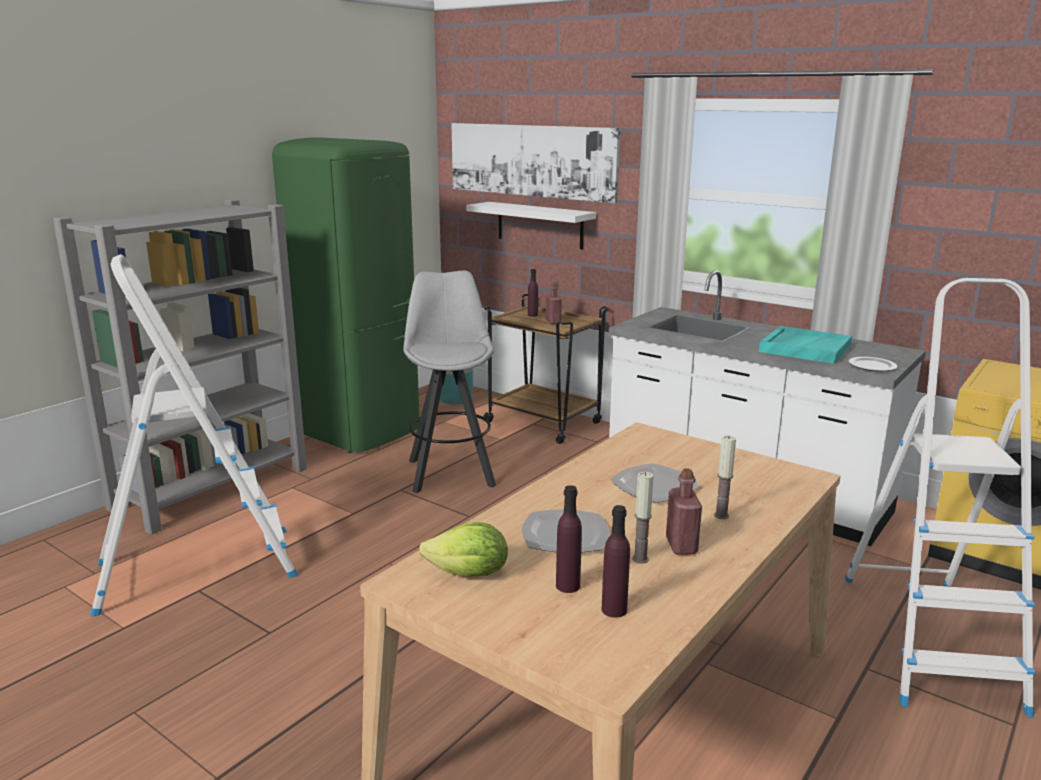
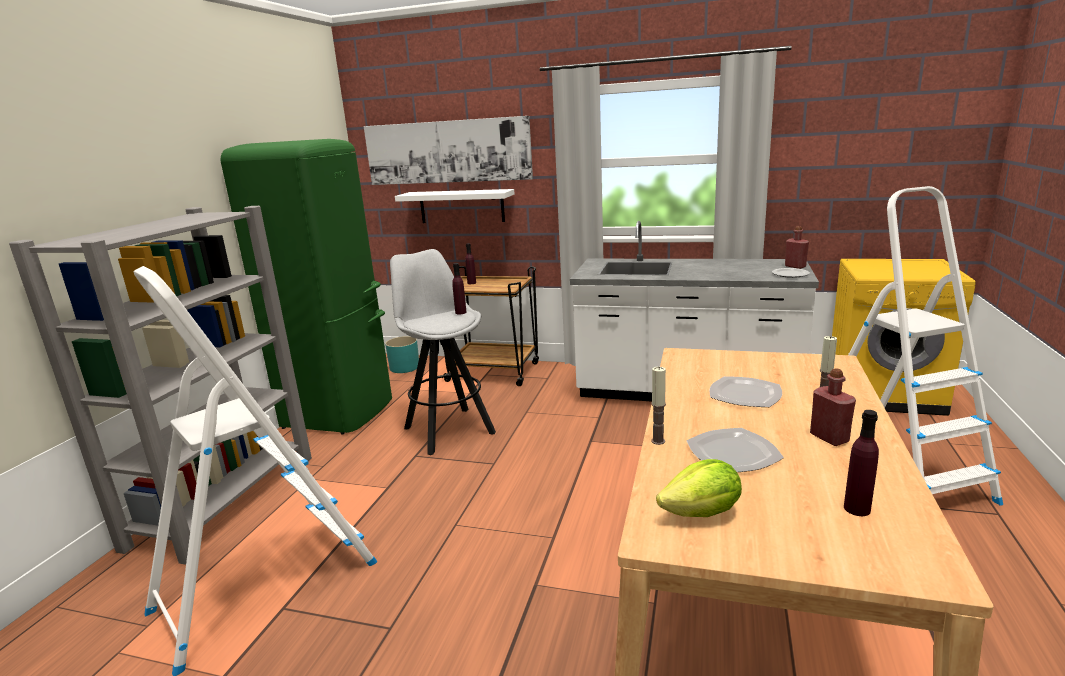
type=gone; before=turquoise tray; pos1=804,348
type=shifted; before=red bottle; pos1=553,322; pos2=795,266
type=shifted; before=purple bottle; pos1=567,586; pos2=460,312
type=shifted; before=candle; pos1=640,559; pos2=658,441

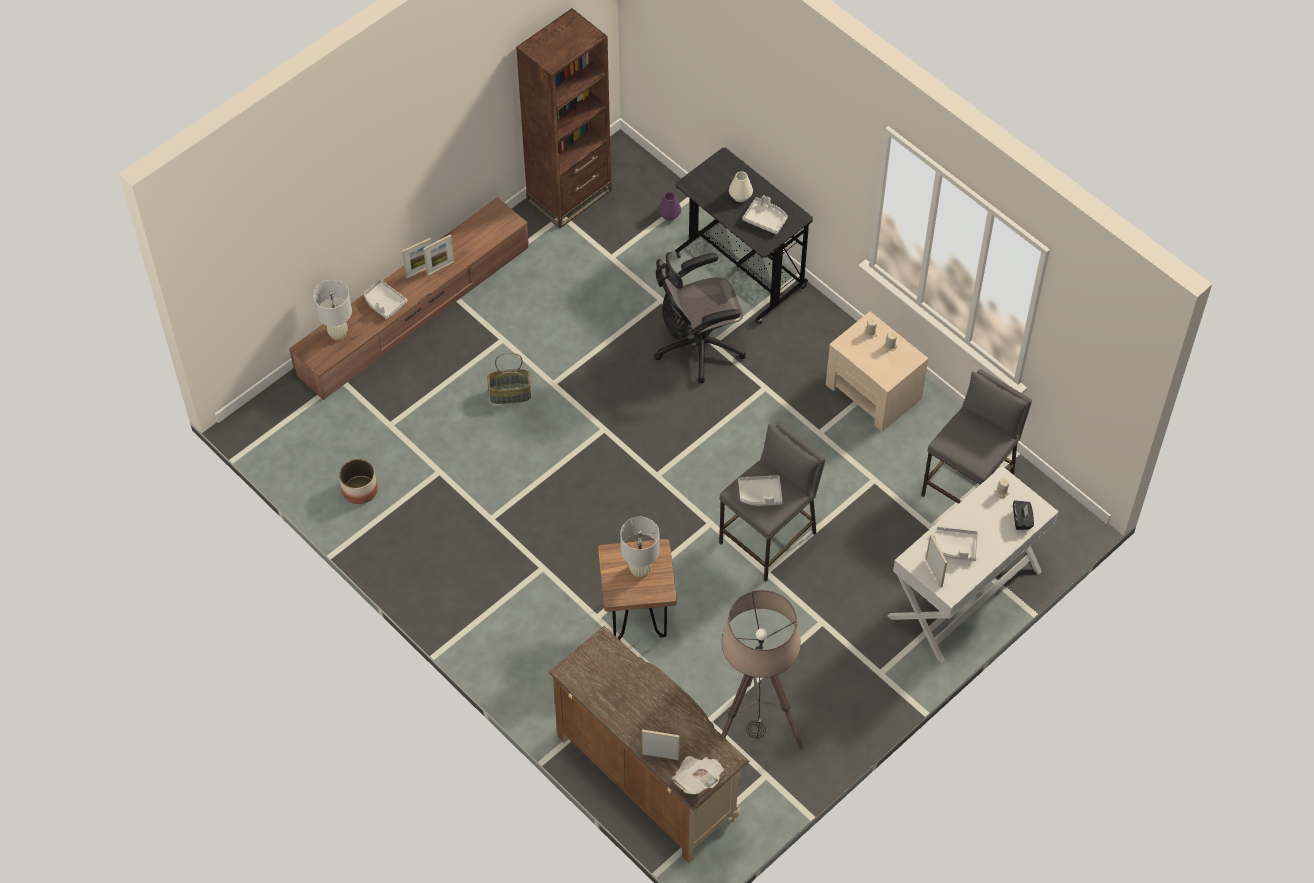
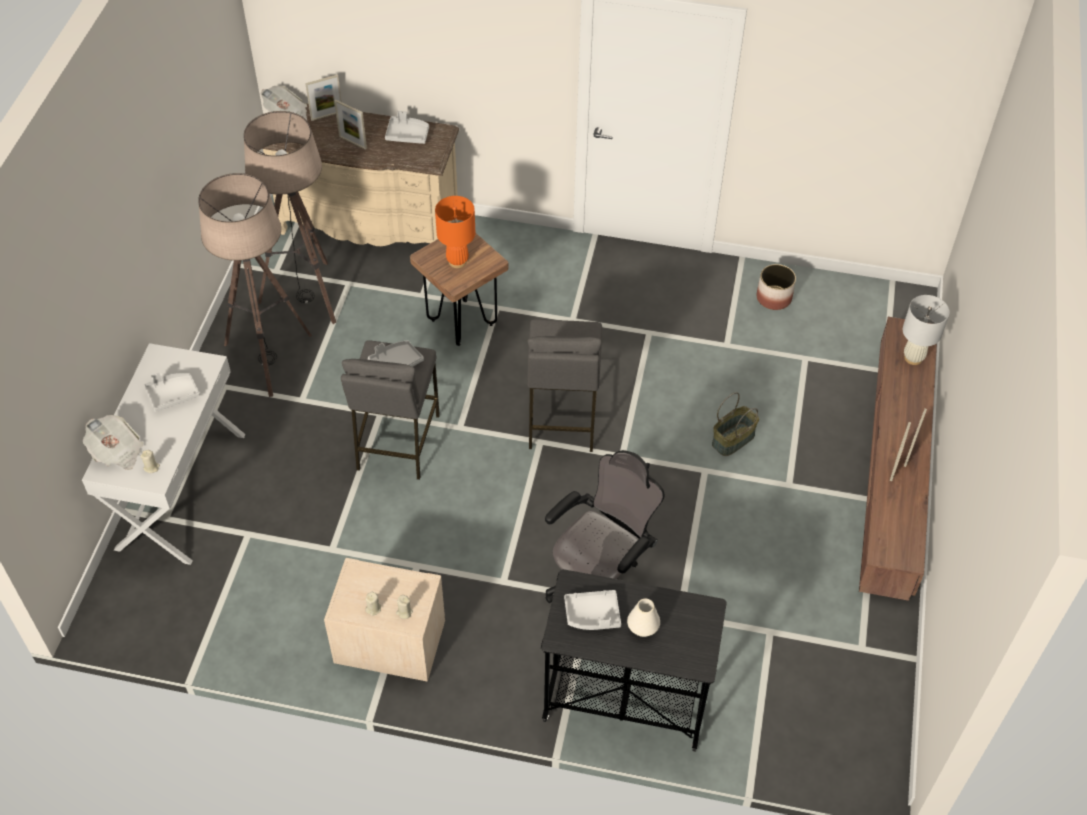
type=gone; before=brown bookcase; pos1=569,195
type=gone; before=purple vase; pos1=669,215
type=new; after=floor lamp; pos2=269,358
type=shifted; before=grey tray; pos1=384,303; pos2=407,135
type=shifted; before=grey stool; pos1=969,486; pos2=561,418
type=shifted; before=picture frame; pos1=934,573; pos2=353,142
type=swapped; before=black tissue box; after=newspaper; pos1=1022,520; pos2=117,452
type=repainted; before=white table lamp; after=orange table lamp; pos1=640,570; pos2=457,261

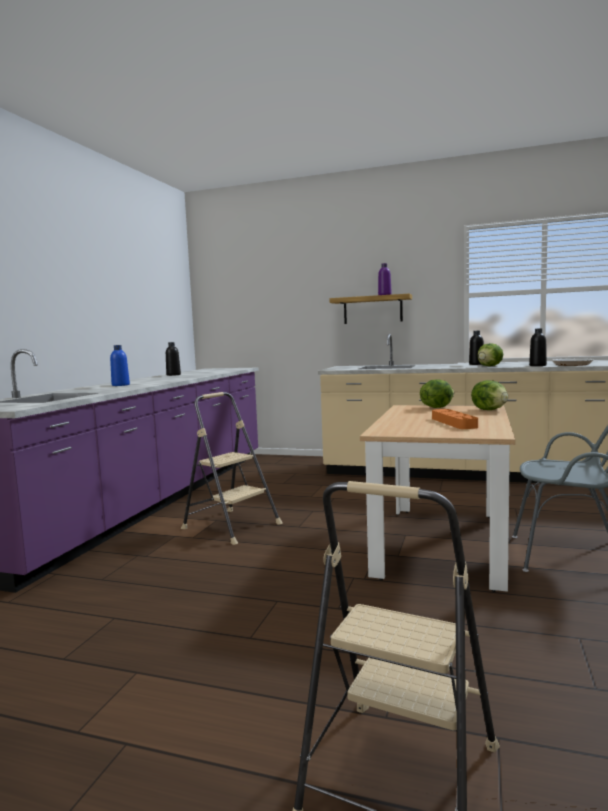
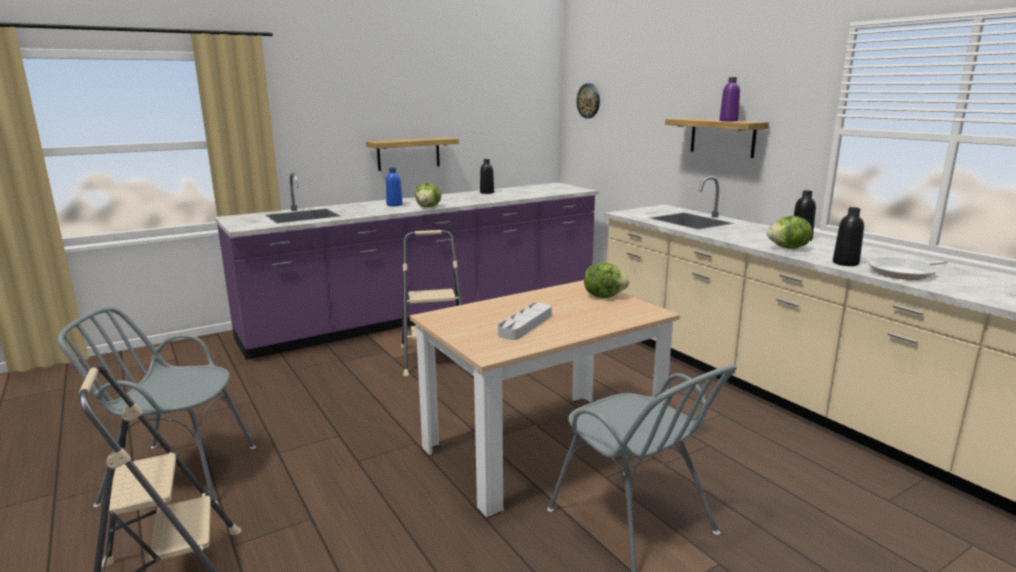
type=new; after=grey chair; pos2=174,473
type=new; after=shelf; pos2=408,153
type=new; after=wall clock; pos2=589,101
type=shifted; before=lettuce; pos1=490,410; pos2=428,207
type=repainted; before=orange tray; after=grey tray; pos1=453,423; pos2=525,325

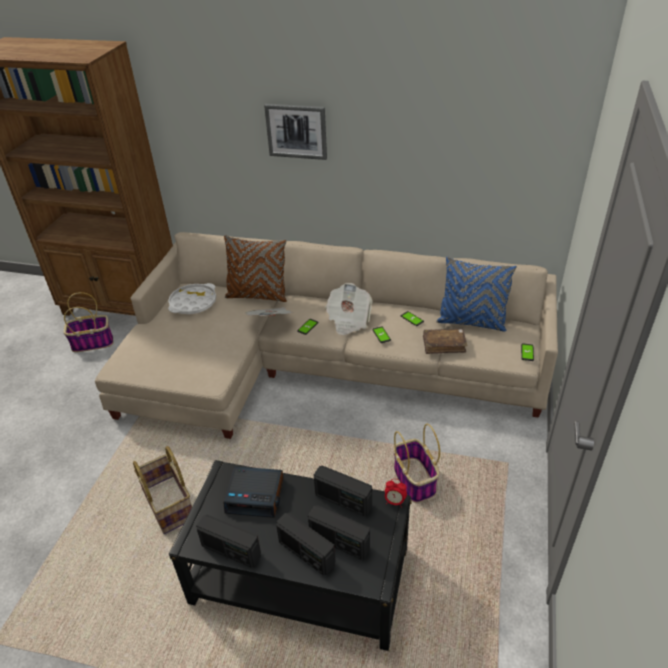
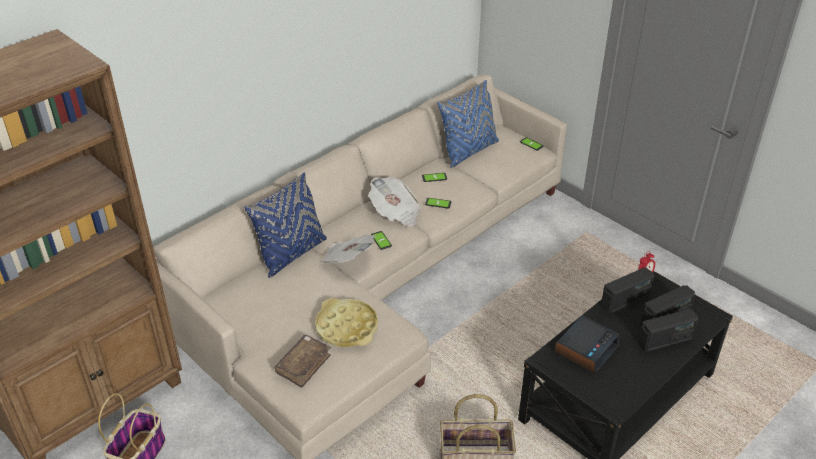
type=gone; before=white tray; pos1=193,303
type=gone; before=radio; pos1=231,550
type=gone; before=picture; pos1=296,131
type=gone; before=basket; pos1=415,480
type=new; after=yellow tray; pos2=347,327
type=shifted; before=brown book; pos1=444,345; pos2=303,365
type=repainted; before=brown pillow; after=blue pillow; pos1=257,295; pos2=291,254

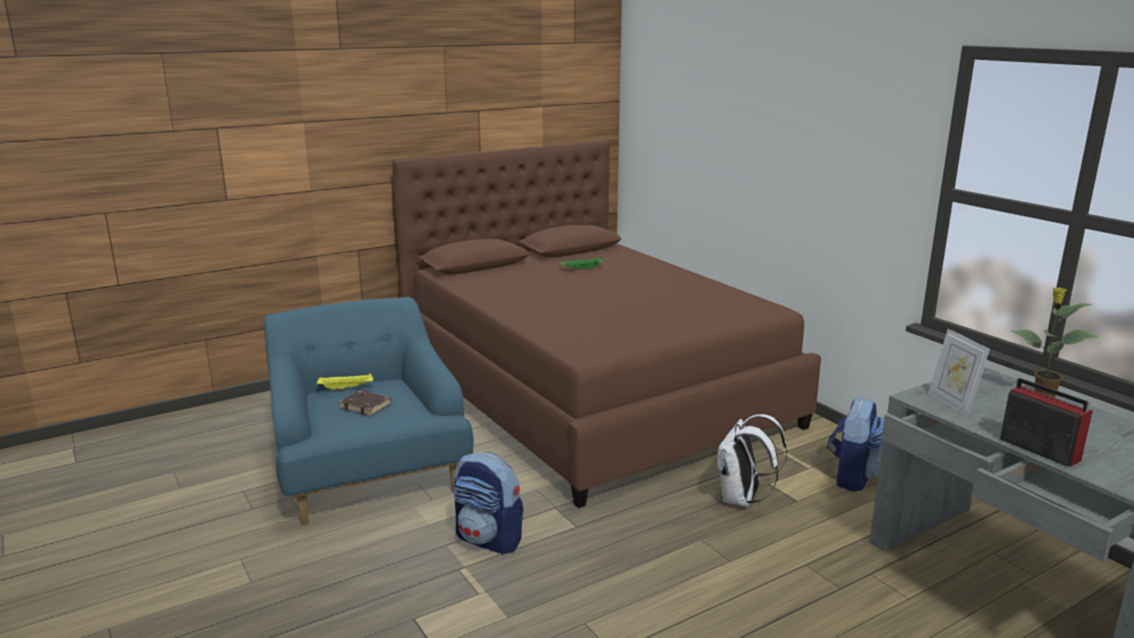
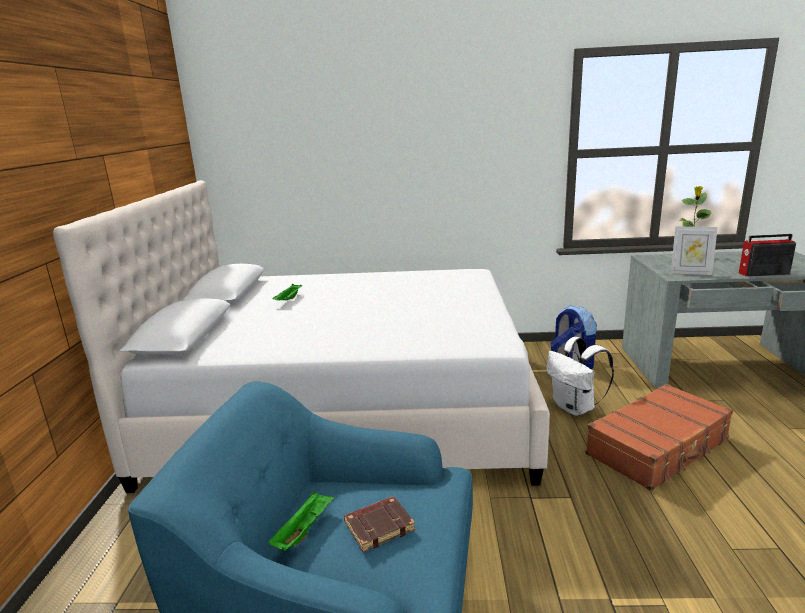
type=gone; before=backpack; pos1=489,539
type=new; after=brown suitcase; pos2=658,447
type=repainted; before=yellow tray; after=green tray; pos1=347,388; pos2=304,530
type=repainted; before=brown bed; after=white bed; pos1=592,393; pos2=348,408

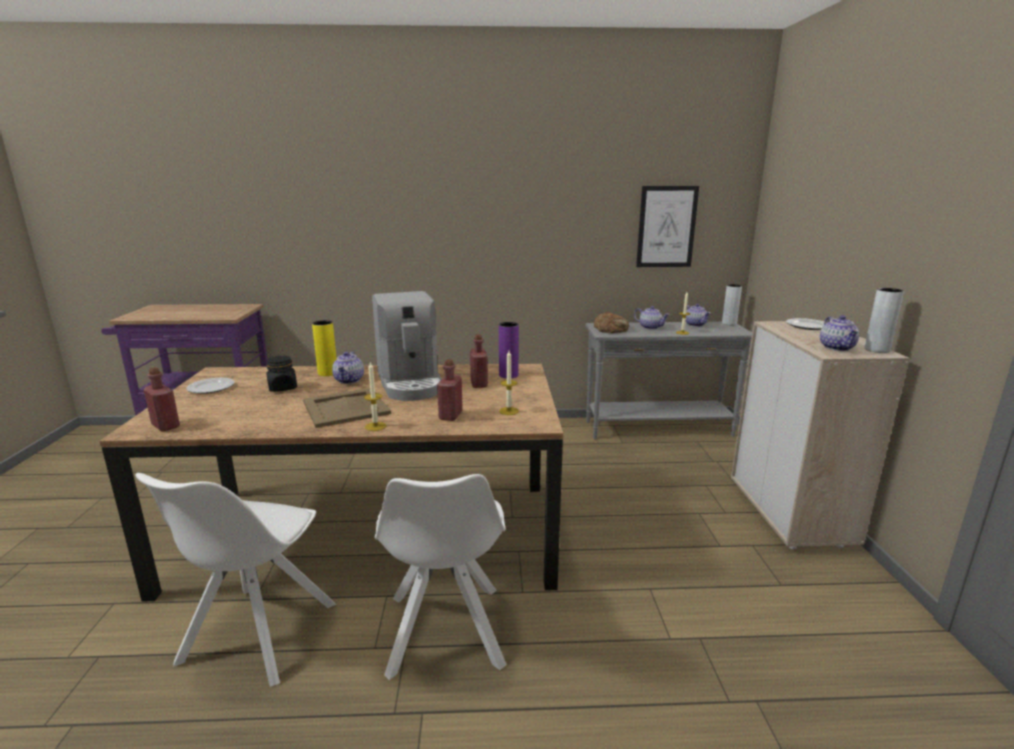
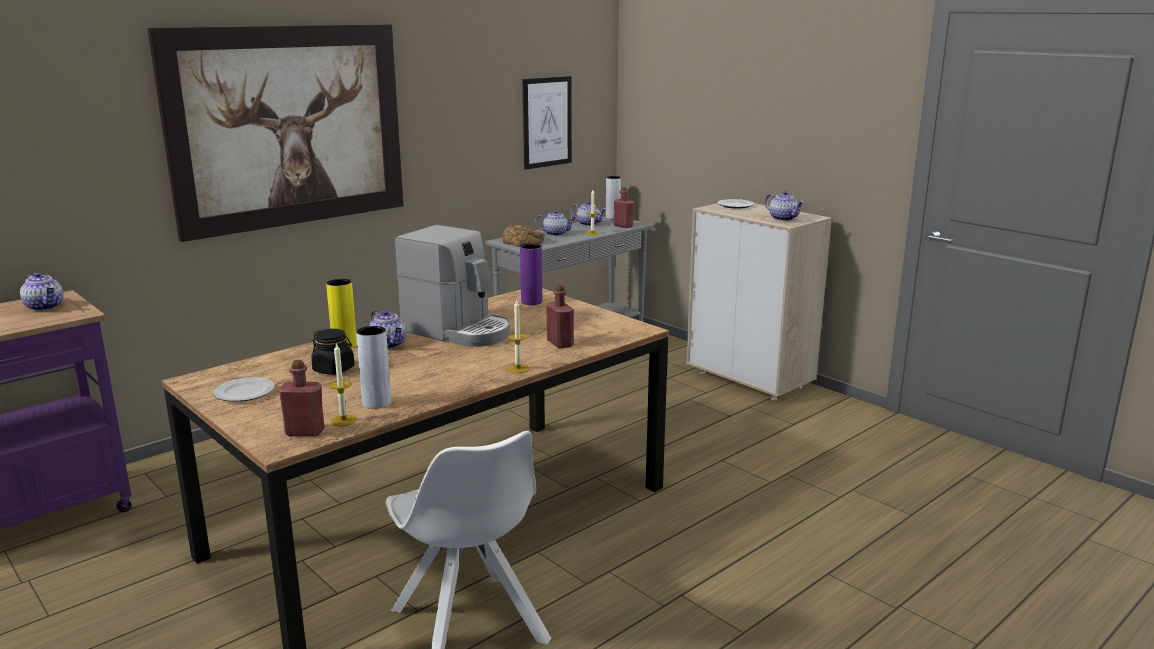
type=gone; before=beige tray; pos1=347,408
type=gone; before=white chair; pos1=444,632
type=new; after=teapot; pos2=45,307
type=new; after=picture; pos2=289,127
type=shifted; before=red bottle; pos1=479,384; pos2=623,226
type=shifted; before=candle; pos1=508,411; pos2=343,420
type=shifted; before=grey vase; pos1=877,350; pos2=376,403

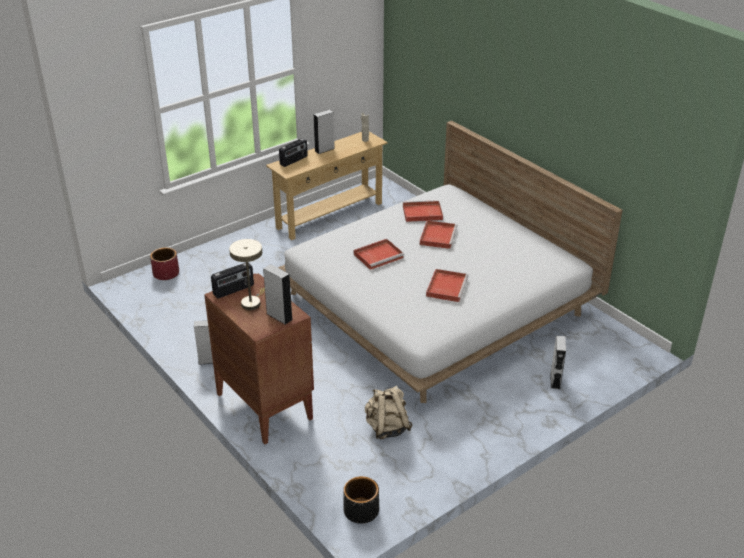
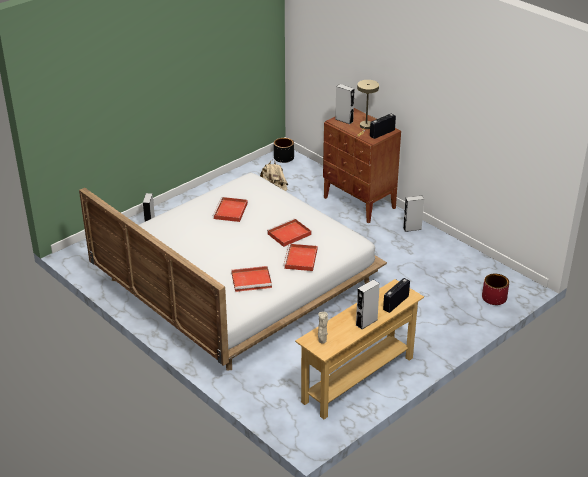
type=shifted; before=red tray; pos1=438,236; pos2=301,259

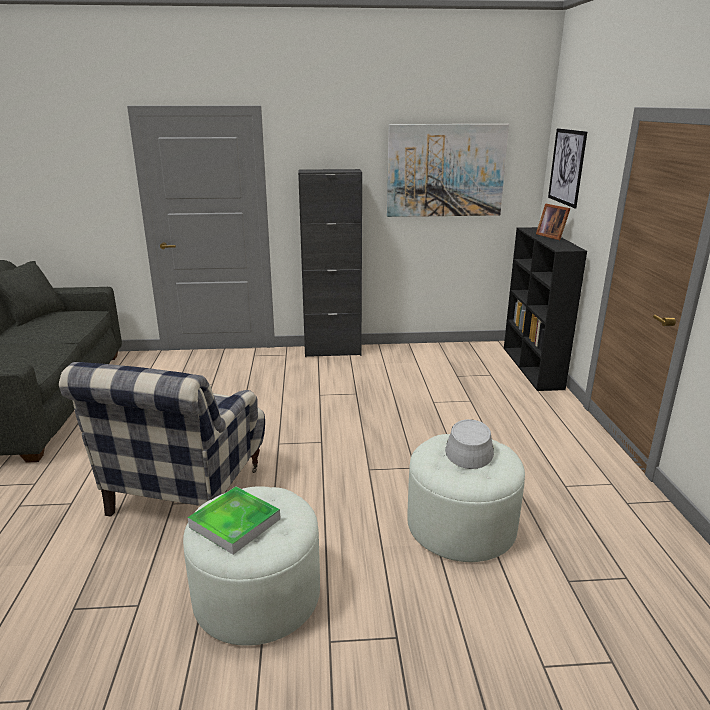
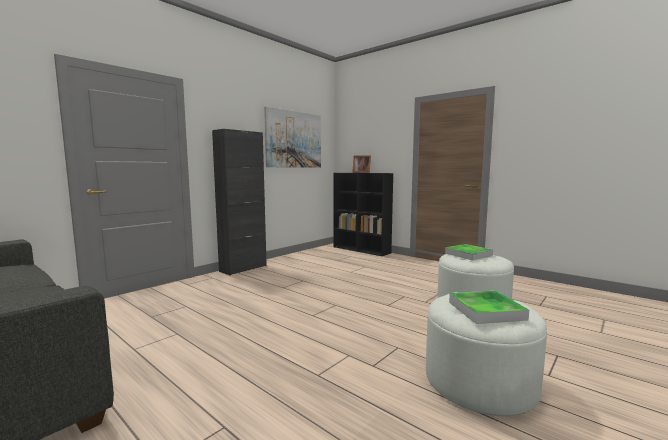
type=gone; before=armchair; pos1=185,492
type=gone; before=picture; pos1=566,167
type=swapped; before=grey hat; after=tray; pos1=469,449; pos2=468,254

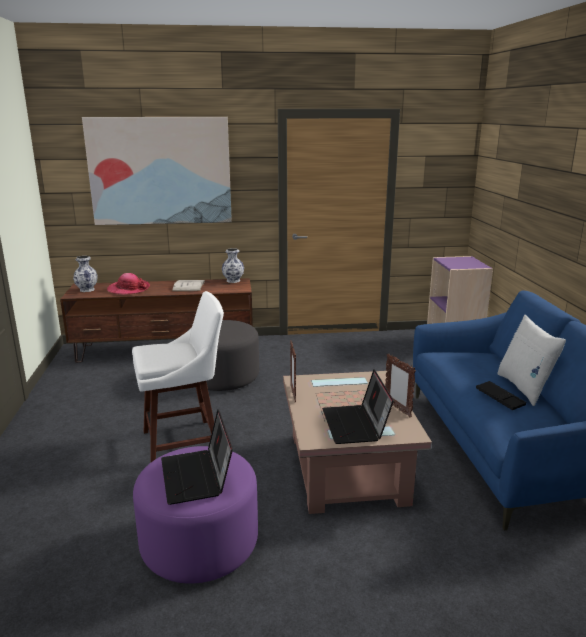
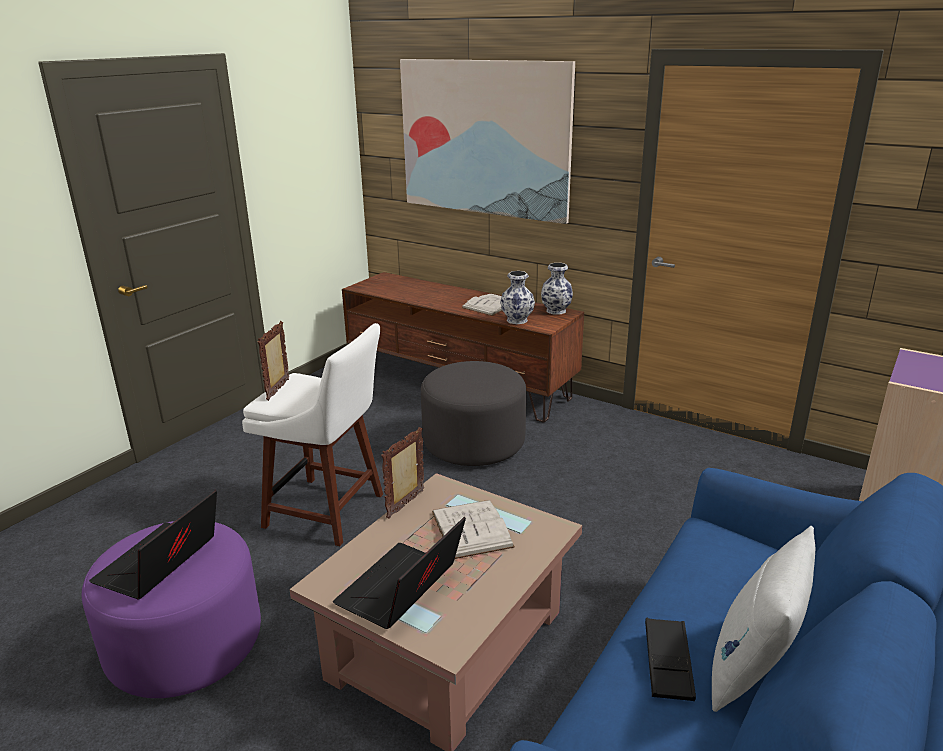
type=gone; before=hat; pos1=128,289
type=new; after=white book; pos2=471,529
type=shifted; before=vase; pos1=86,290; pos2=516,320
type=shifted; before=picture frame; pos1=397,408; pos2=279,390

